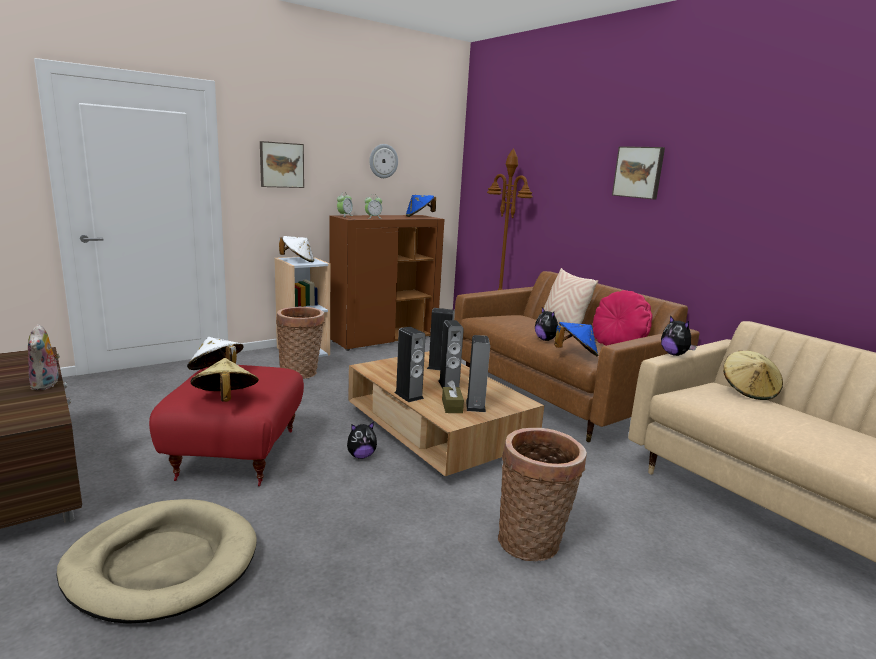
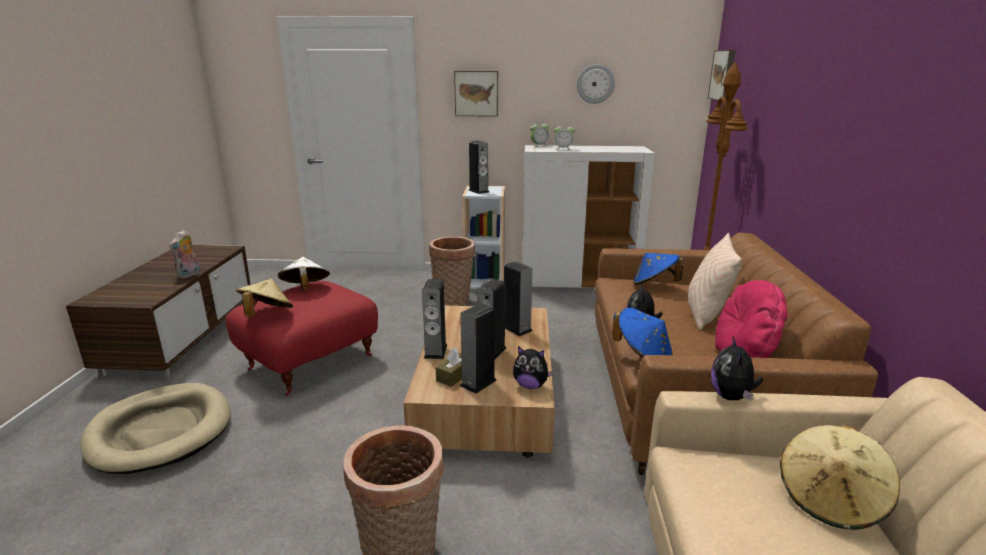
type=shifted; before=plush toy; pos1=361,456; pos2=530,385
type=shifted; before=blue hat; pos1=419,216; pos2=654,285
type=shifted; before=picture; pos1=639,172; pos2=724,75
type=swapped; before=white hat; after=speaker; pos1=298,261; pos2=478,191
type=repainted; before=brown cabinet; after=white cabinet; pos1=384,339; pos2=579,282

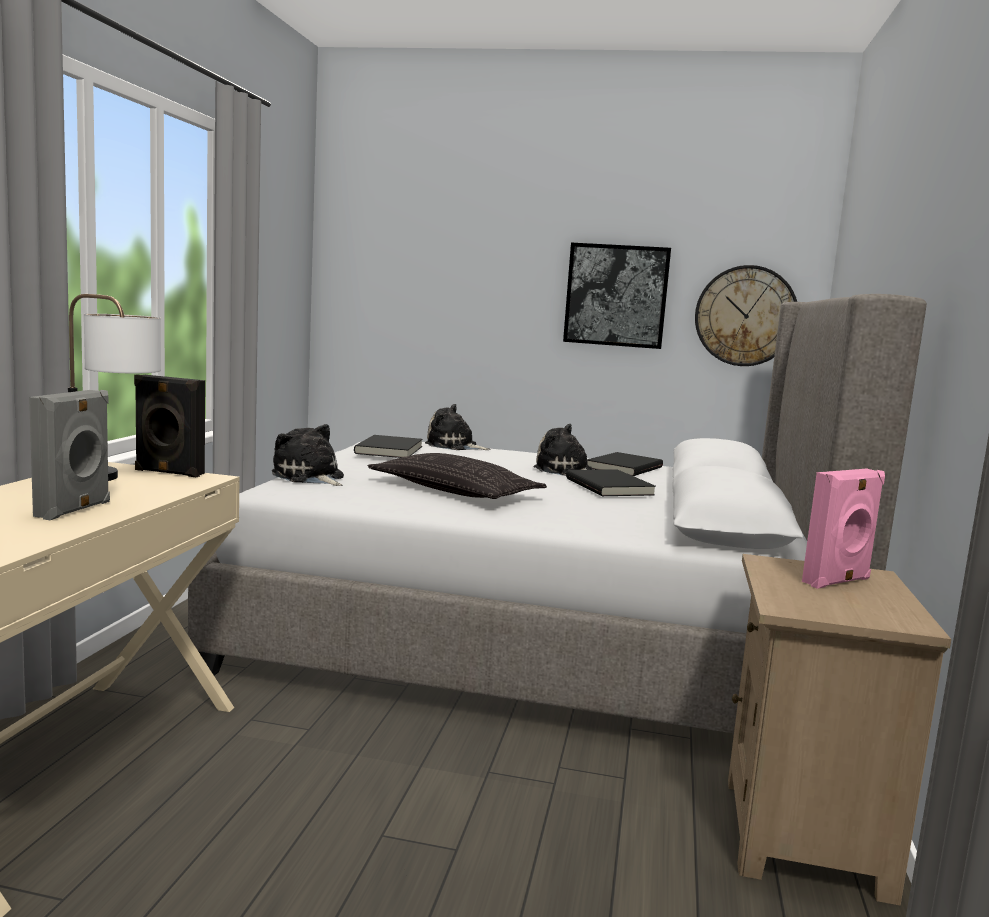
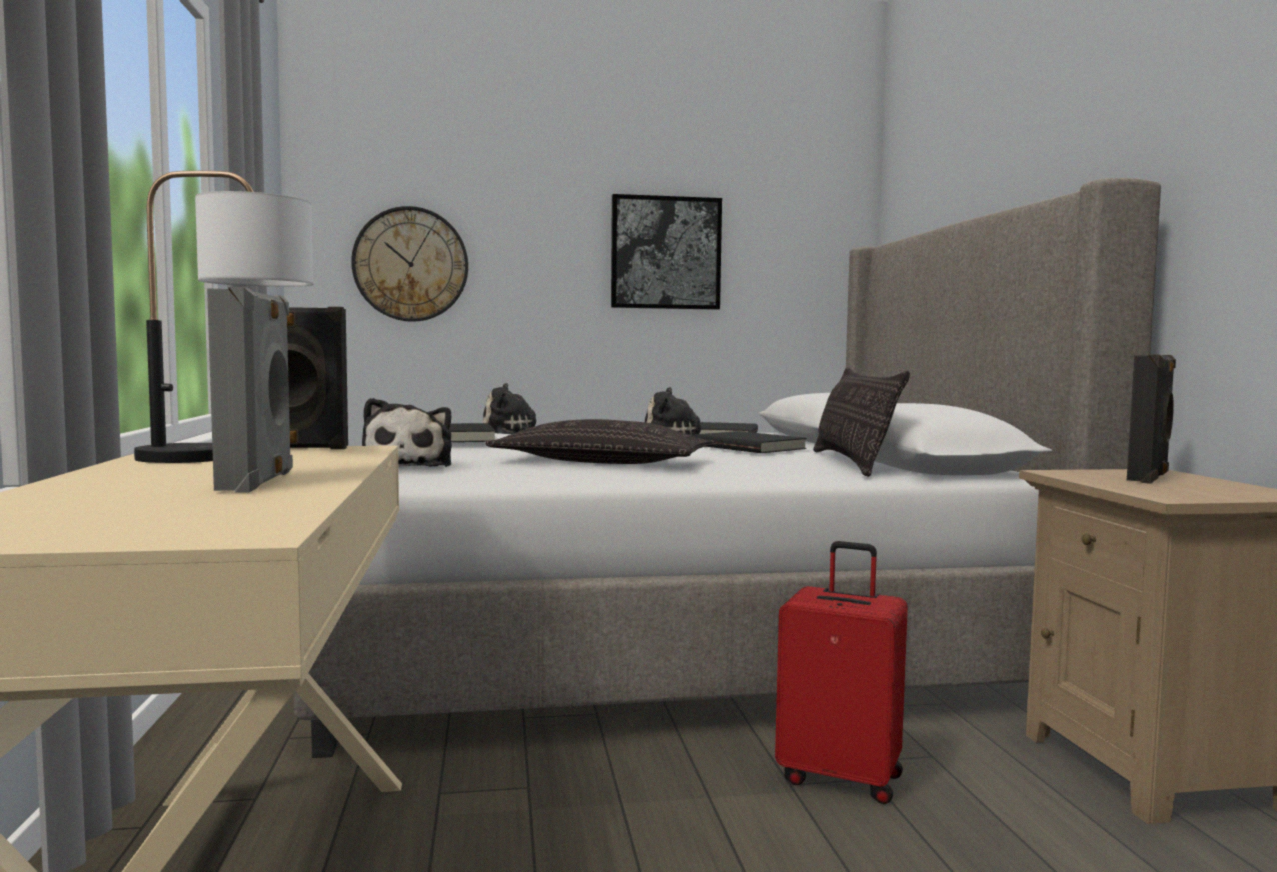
type=new; after=red suitcase; pos2=841,777
type=new; after=pillow; pos2=852,463
type=shifted; before=wall clock; pos1=745,316; pos2=410,264
type=repainted; before=pink speaker; after=black speaker; pos1=838,581; pos2=1149,478
type=rotated; before=plush toy; pos1=309,477; pos2=410,465; turn=-120

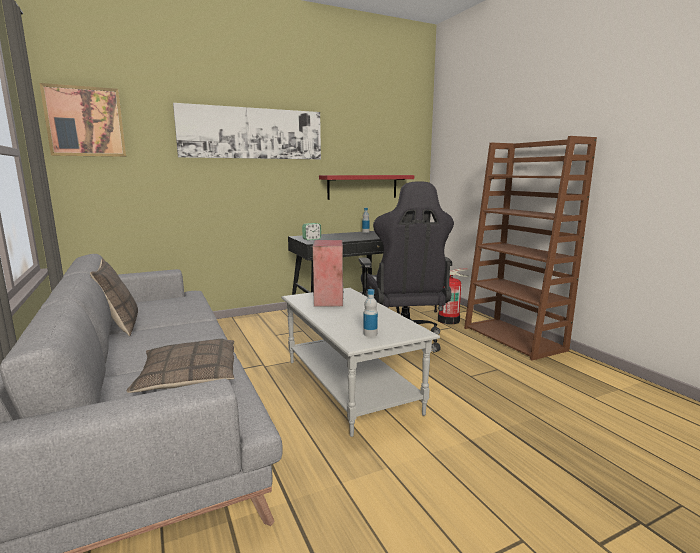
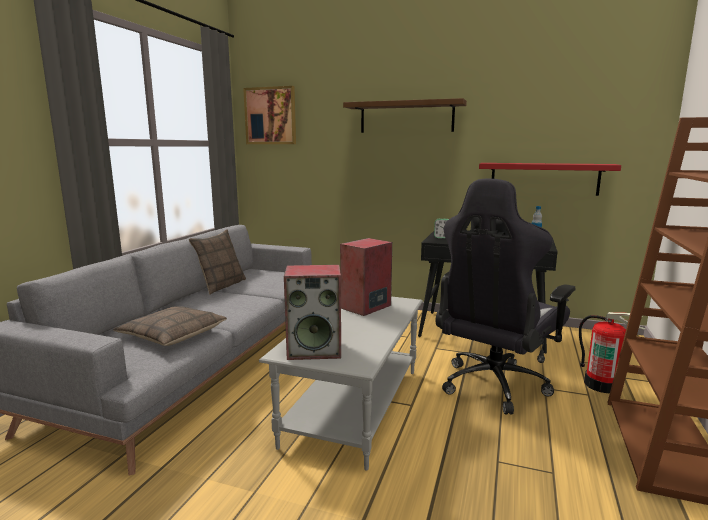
type=swapped; before=picture; after=brown shelf; pos1=252,133; pos2=406,117
type=swapped; before=bottle; after=speaker; pos1=370,334; pos2=315,350

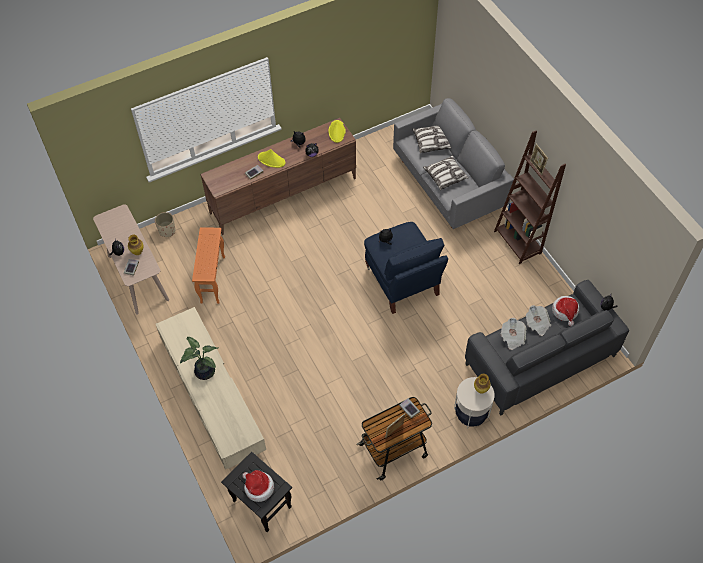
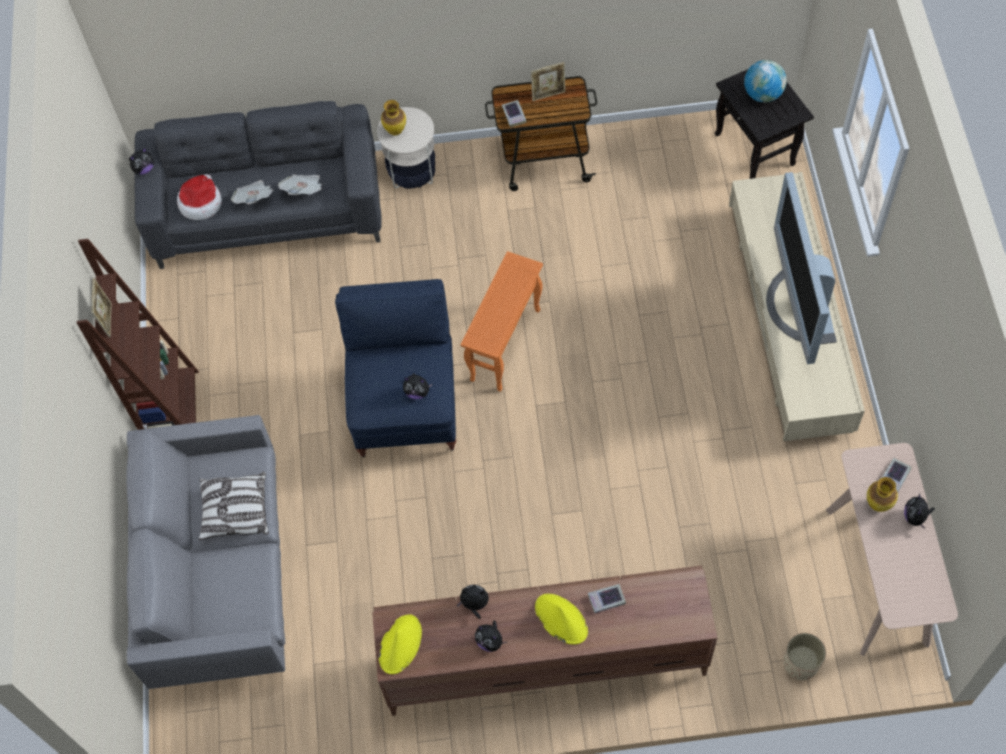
type=gone; before=pillow; pos1=431,142
type=shifted; before=orange side table; pos1=213,279; pos2=505,345
type=swapped; before=potted plant; after=television; pos1=203,372; pos2=799,304
type=swapped; before=hat; after=globe; pos1=258,487; pos2=763,94

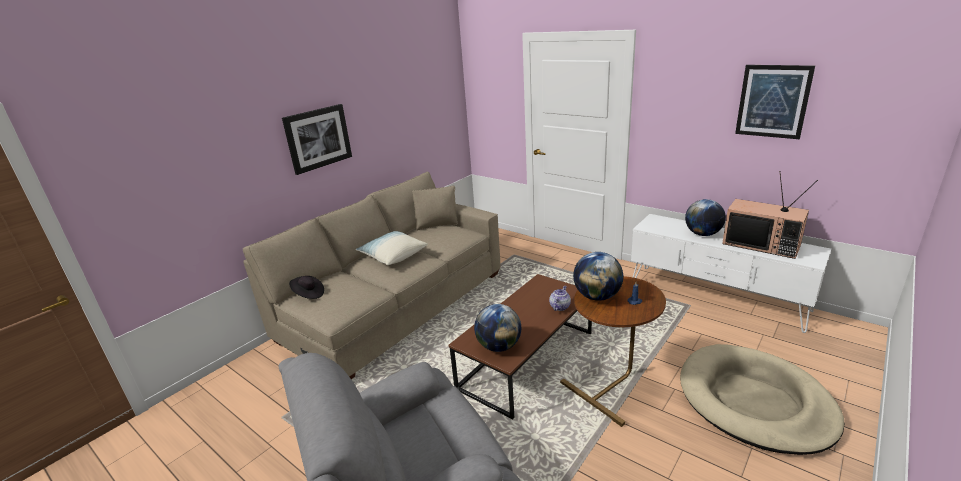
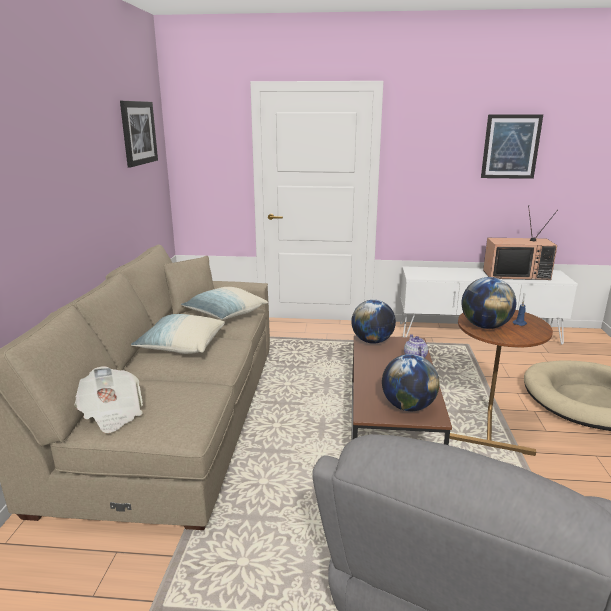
type=new; after=pillow; pos2=225,314
type=shifted; before=picture; pos1=318,138; pos2=138,133
type=shifted; before=globe; pos1=703,234; pos2=372,341
type=swapped; before=black hat; after=newspaper; pos1=308,294; pos2=112,414

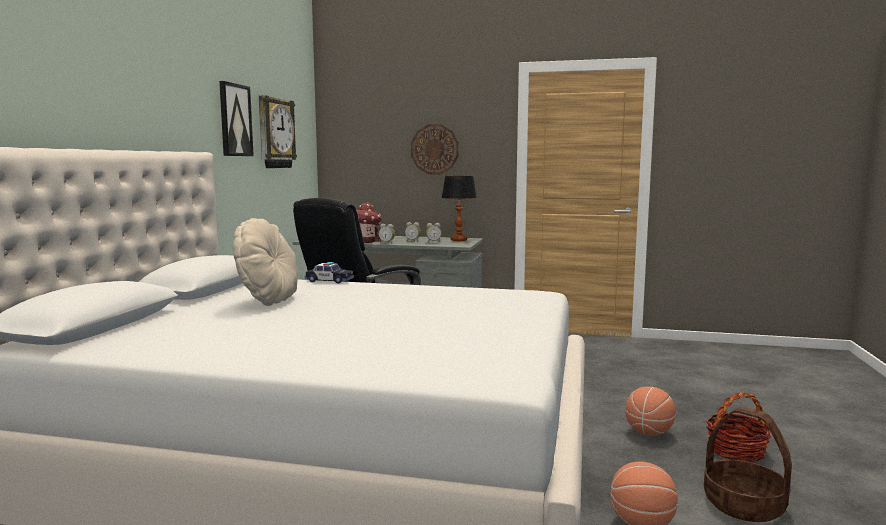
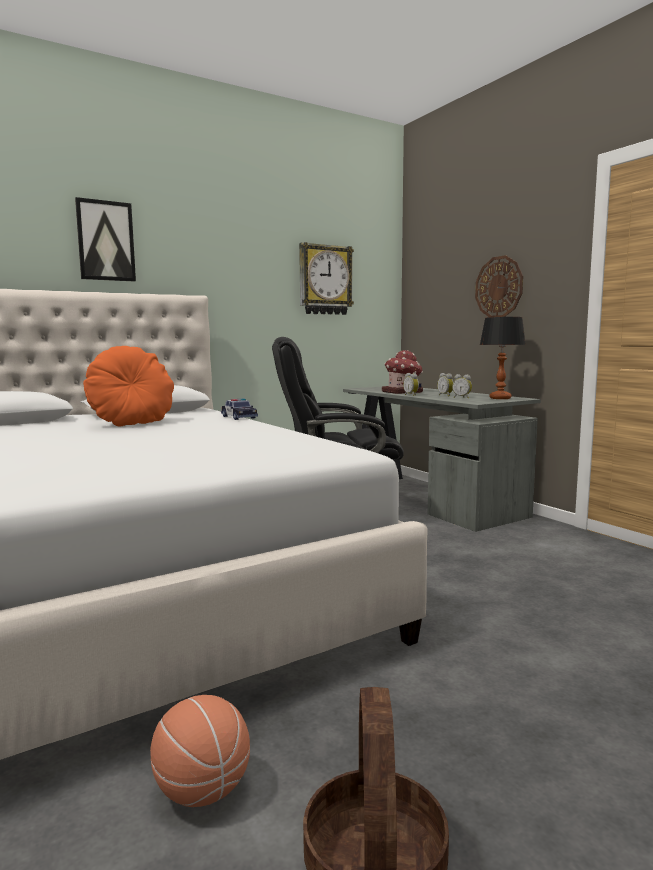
type=gone; before=basketball; pos1=648,433
type=gone; before=basket; pos1=736,451
type=shifted; before=picture; pos1=235,120; pos2=105,241
type=repainted; before=beige pillow; after=orange pillow; pos1=268,302; pos2=132,424

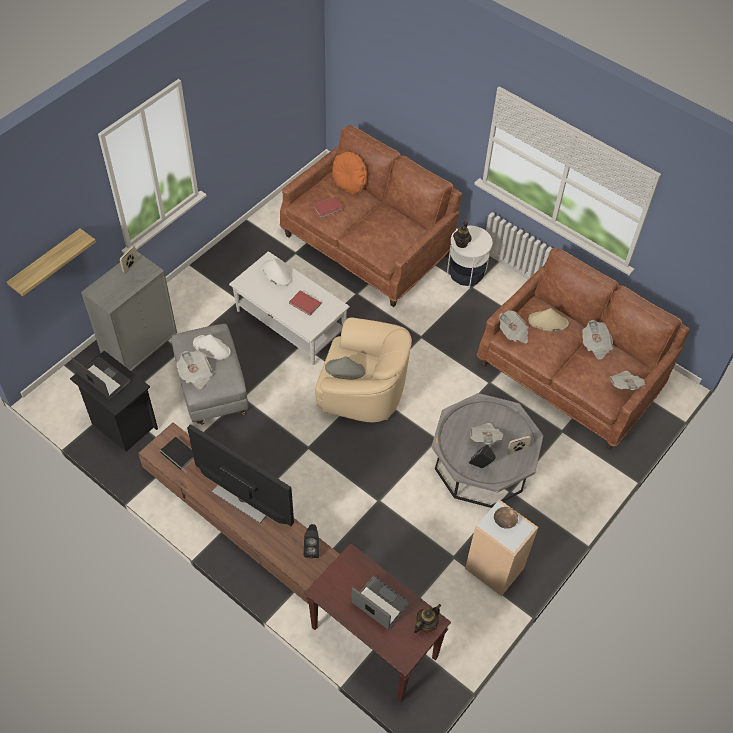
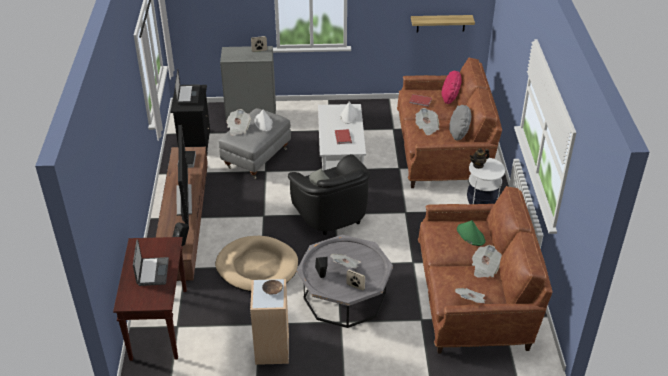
type=gone; before=teapot; pos1=426,624
type=new; after=beige dog bed; pos2=257,267
type=new; after=grey pillow; pos2=458,135
type=shifted; before=shelf; pos1=47,263; pos2=441,23
type=shifted; before=newspaper; pos1=513,333; pos2=427,127
type=repainted; before=beige armchair; after=black armchair; pos1=362,392; pos2=330,213
type=repainted; before=orange pillow; after=pink pillow; pos1=349,186; pos2=450,99
type=repainted; before=beige hat; after=green hat; pos1=547,322; pos2=470,235

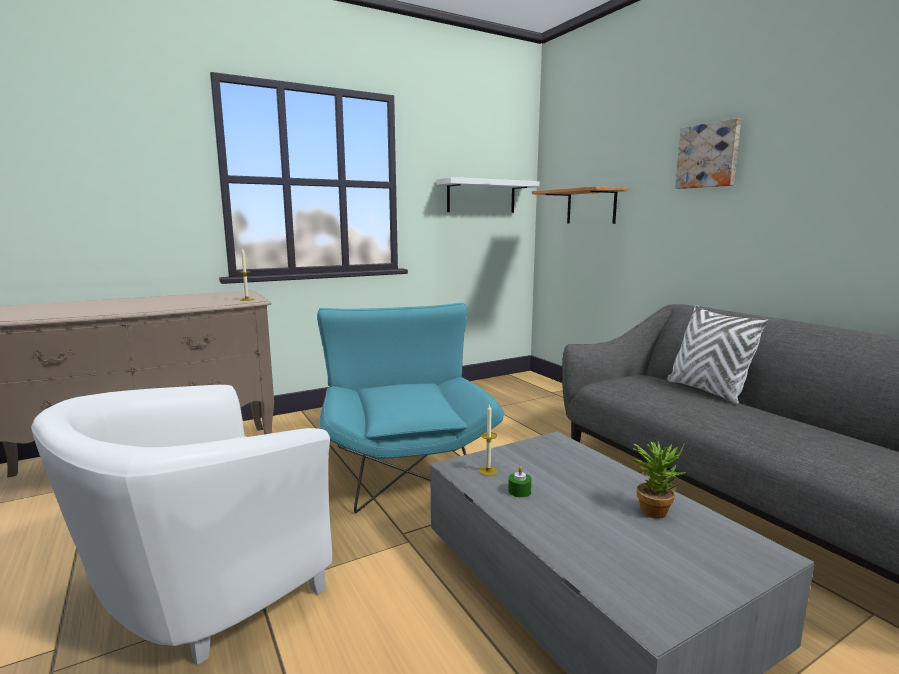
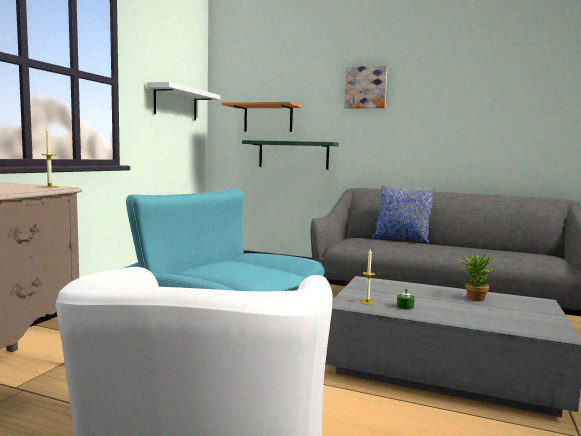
type=new; after=green shelf; pos2=293,155
type=repainted; before=white pillow; after=blue pillow; pos1=707,391; pos2=401,240

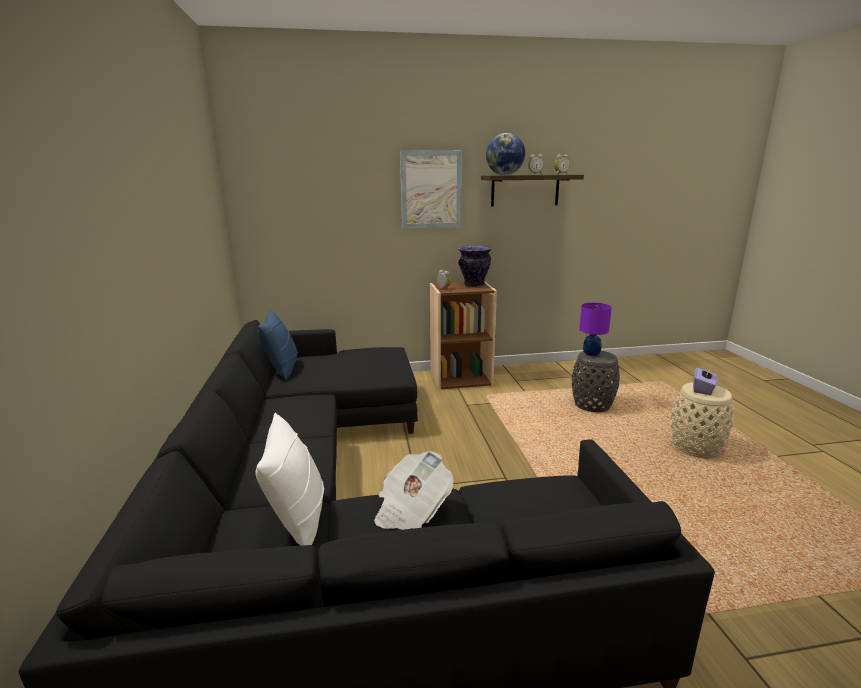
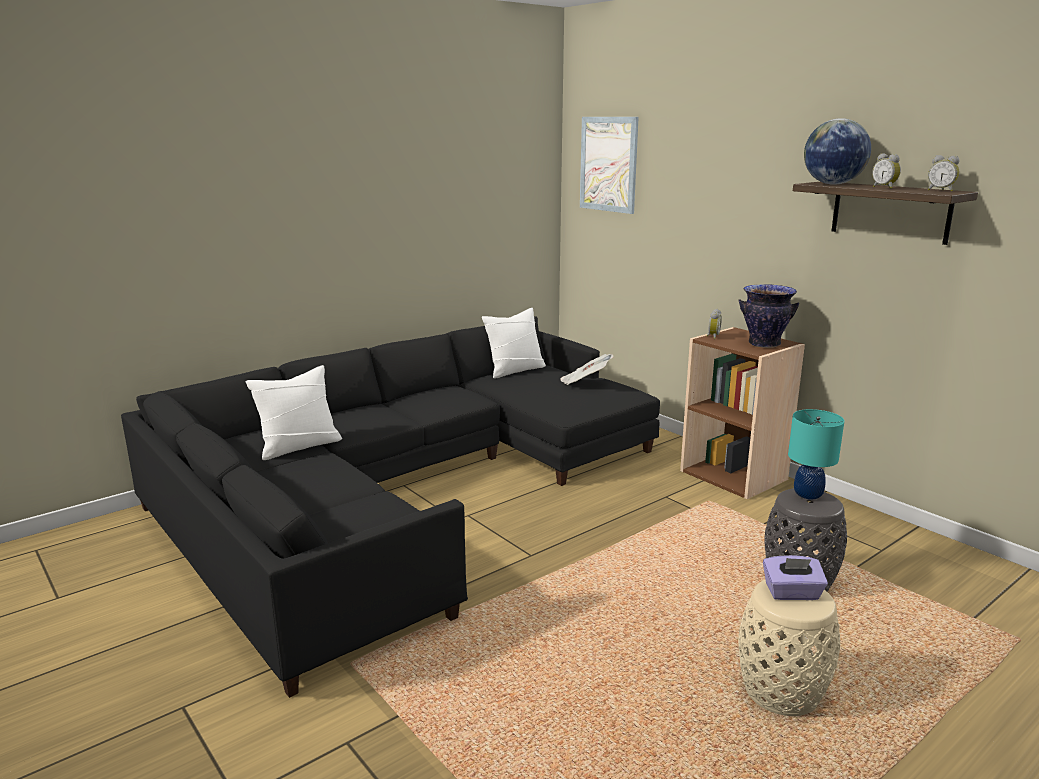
type=shifted; before=newspaper; pos1=411,509; pos2=585,382
type=shifted; before=picture; pos1=431,189; pos2=608,164
type=repainted; before=blue pillow; after=white pillow; pos1=282,369; pos2=515,370
type=repainted; before=purple table lamp; after=turquoise table lamp; pos1=591,354; pos2=806,495

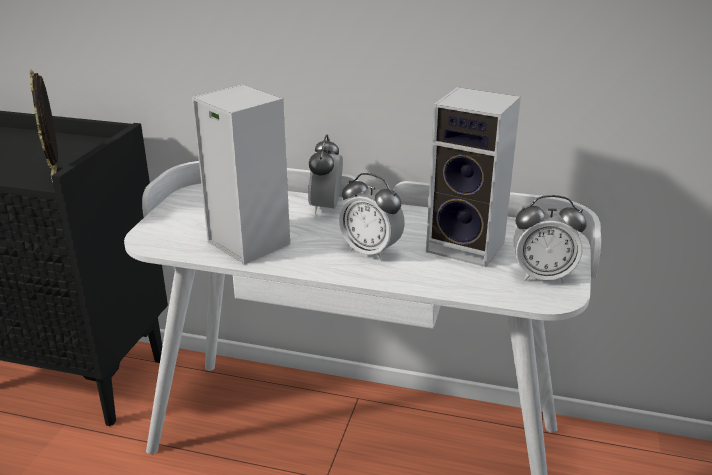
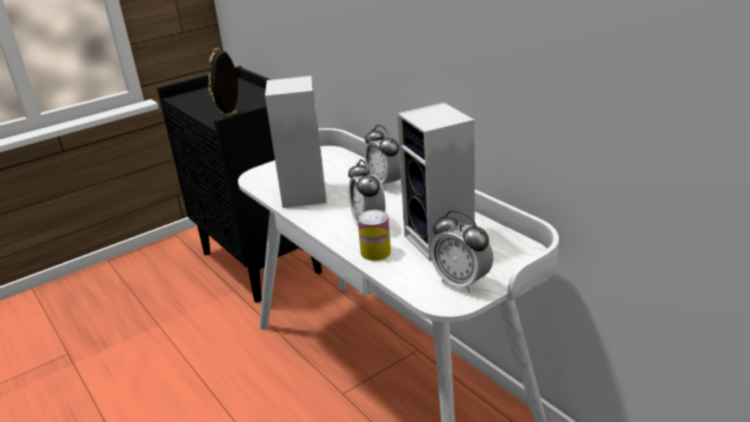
type=new; after=can; pos2=375,252
type=rotated; before=alarm clock; pos1=326,207; pos2=385,183; turn=-75

